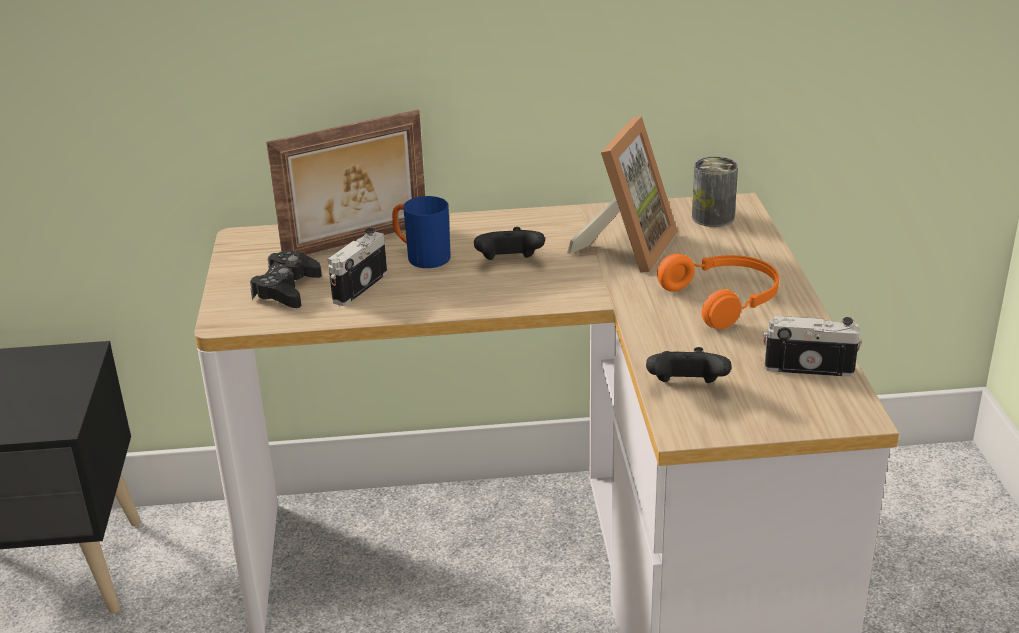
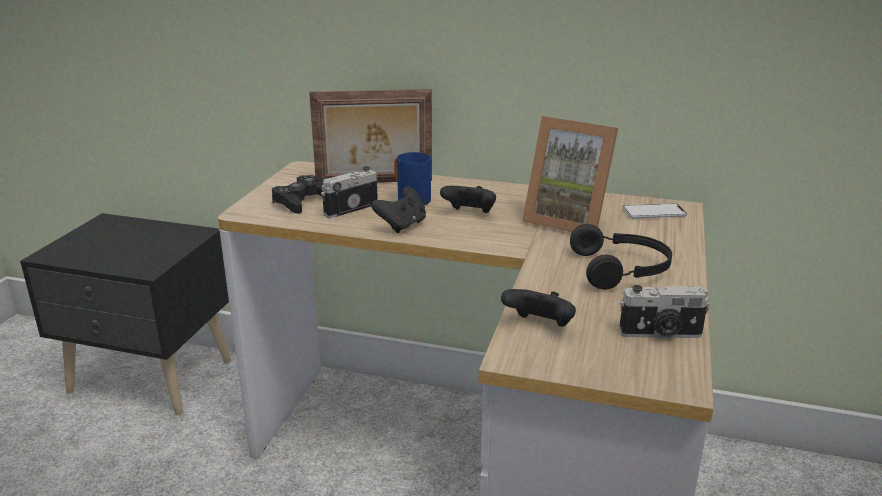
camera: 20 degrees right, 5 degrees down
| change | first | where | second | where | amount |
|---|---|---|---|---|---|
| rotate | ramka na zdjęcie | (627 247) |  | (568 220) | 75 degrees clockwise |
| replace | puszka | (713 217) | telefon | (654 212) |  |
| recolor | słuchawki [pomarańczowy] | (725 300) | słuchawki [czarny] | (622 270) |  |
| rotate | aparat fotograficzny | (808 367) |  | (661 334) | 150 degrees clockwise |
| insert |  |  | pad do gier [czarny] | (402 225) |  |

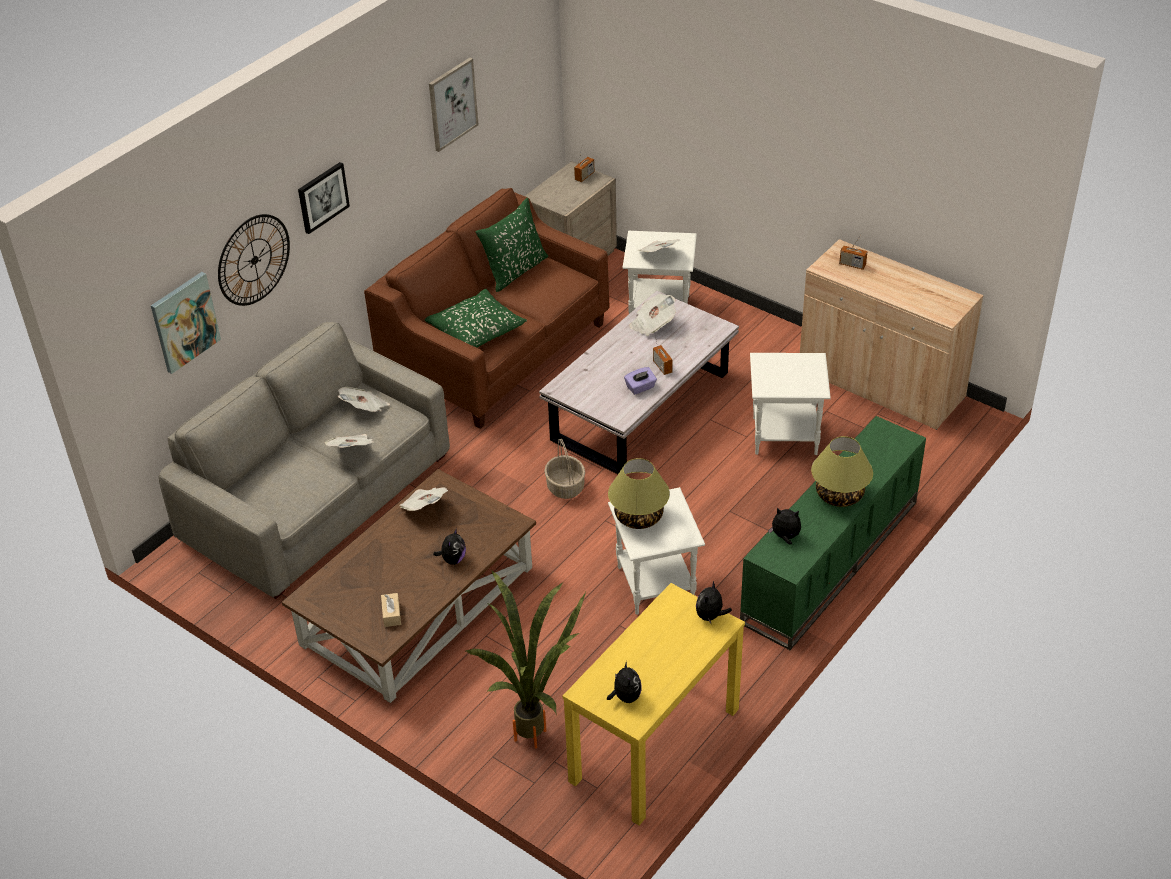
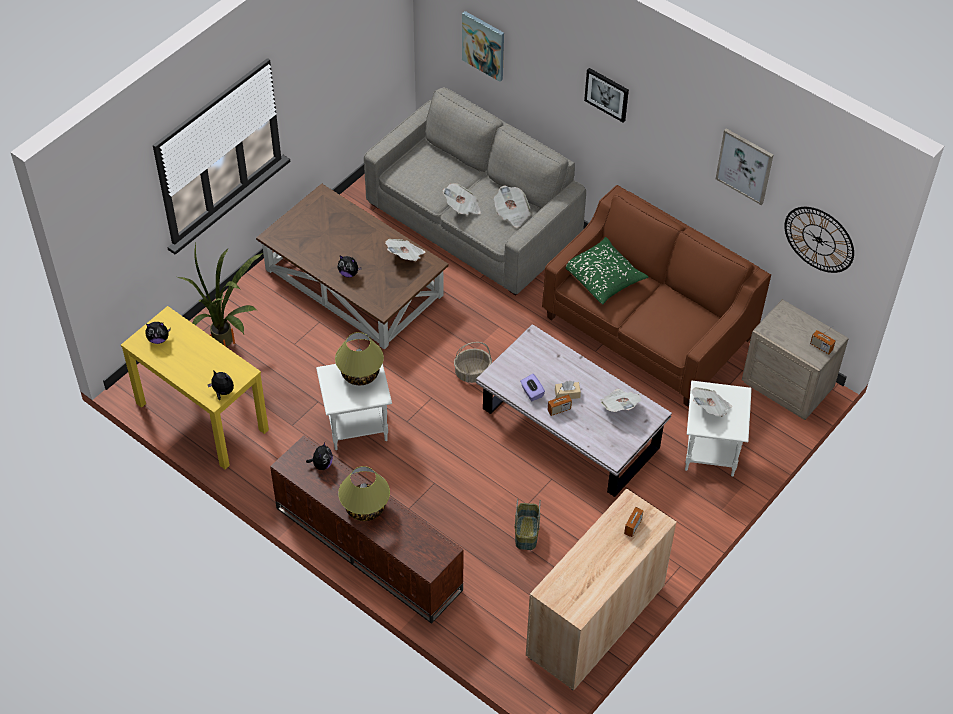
camera: 90 degrees right, 10 degrees up
| change | first | where | second | where | amount |
|---|---|---|---|---|---|
| delete | poduszka [zielony] | (514 271) |  |  |  |
| move | zegar ścienny | (254 260) |  | (819 239) |  |
| replace | stolik [biały] | (783 436) | koszyk | (526 532) |  |
| recolor | szafka pod telewizor [zielony] | (831 562) | szafka pod telewizor [brązowy] | (366 548) |  |
| move | pudełko chusteczek [beżowy] | (391 614) |  | (567 394) |  |

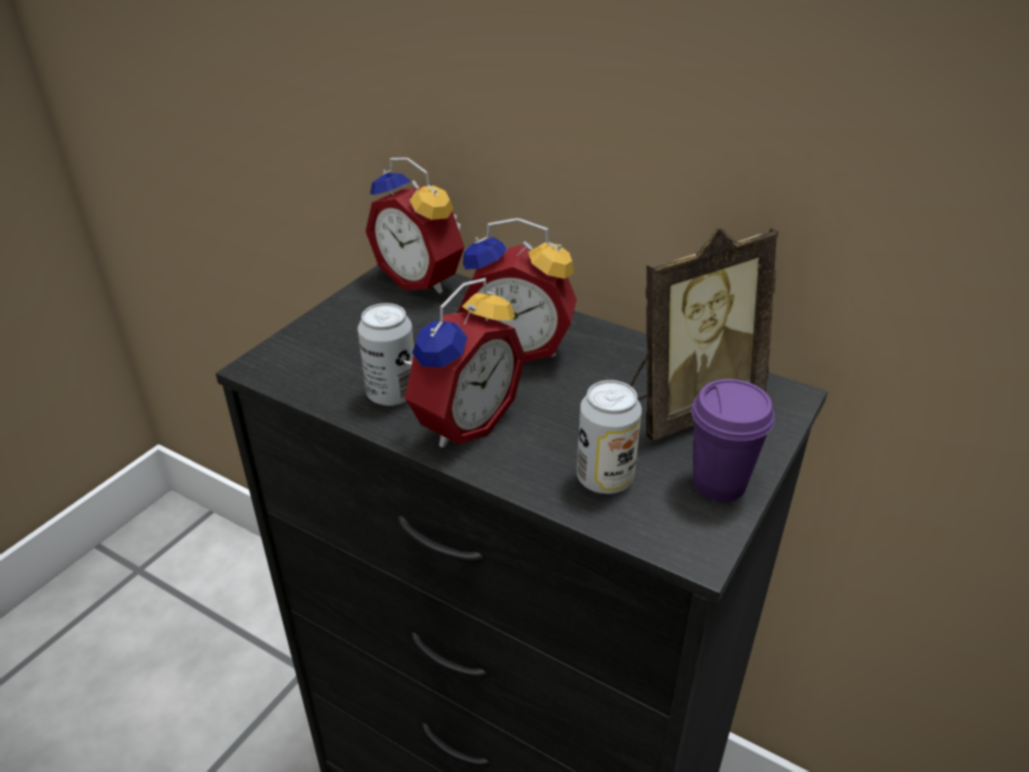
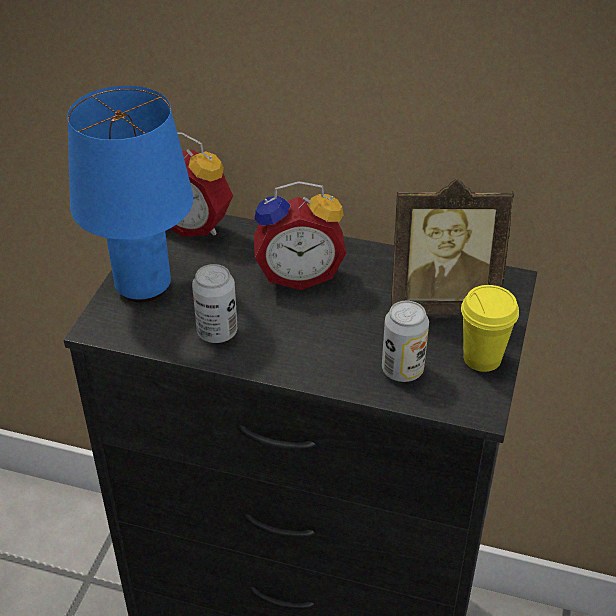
camera: 15 degrees left, 5 degrees up
| change | first | where | second | where | amount |
|---|---|---|---|---|---|
| rotate | ramka na zdjęcie | (687 406) |  | (442 302) | 45 degrees clockwise |
| delete | budzik | (461 422) |  |  |  |
| recolor | filiżanka [fioletowy] | (719 484) | filiżanka [żółty] | (482 358) |  |
| insert |  |  | lampa stołowa [niebieski] | (145 286) |  |

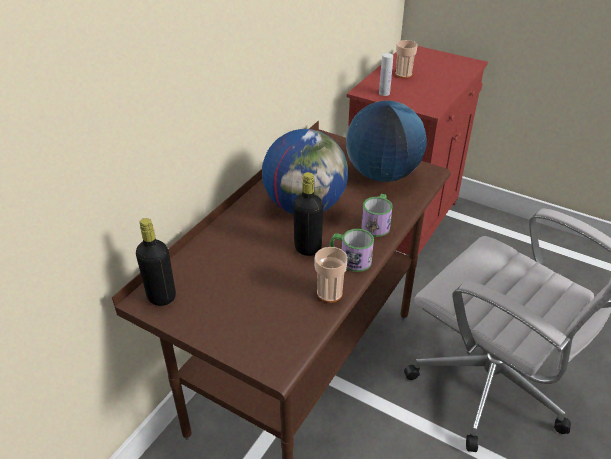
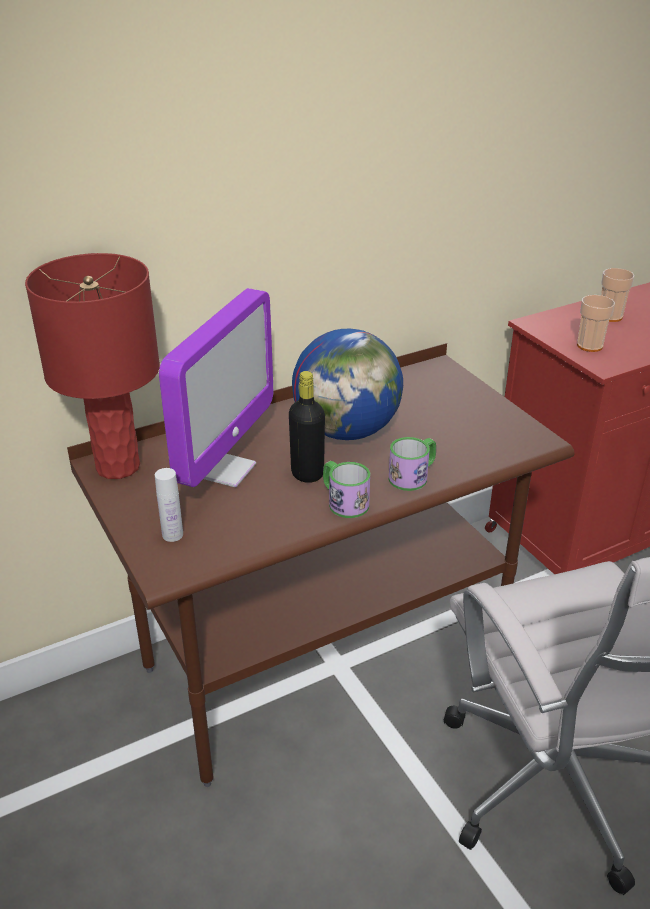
camera: 30 degrees right, 5 degrees down
| change | first | where | second | where | amount |
|---|---|---|---|---|---|
| move | butelka [biały] | (384 93) |  | (172 535) |  |
| delete | globus | (382 174) |  |  |  |
| replace | butelka [czarny] | (161 297) | lampa stołowa [czerwony] | (117 467) |  |
| move | filiżanka | (329 293) |  | (589 346) |  |
| insert |  |  | monitor | (224 470) |  |

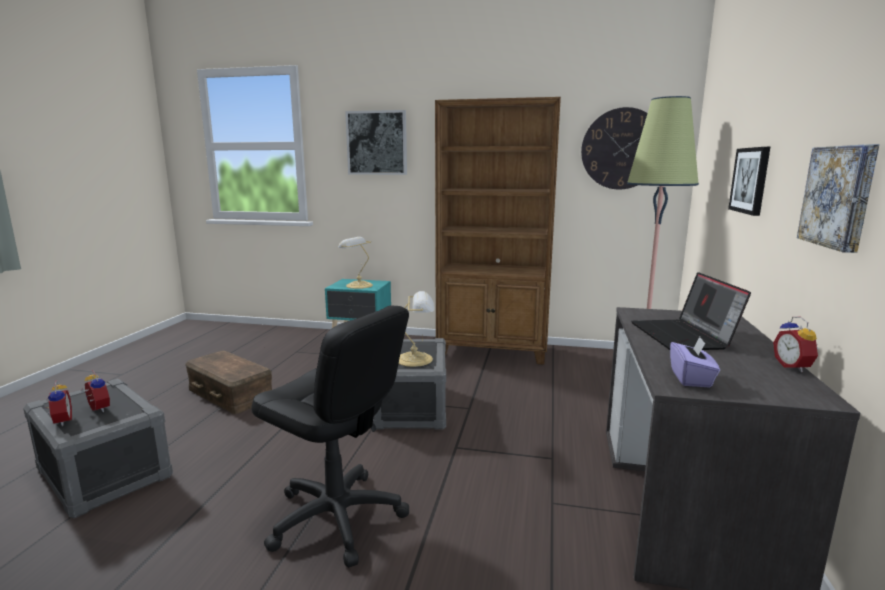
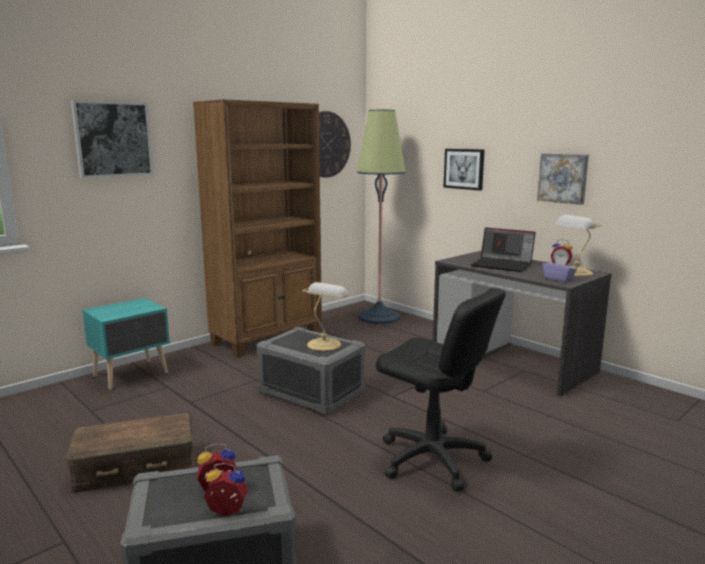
camera: 55 degrees left, 0 degrees up
| change | first | where | second | where | amount |
|---|---|---|---|---|---|
| move | lampa stołowa | (358 285) |  | (574 272) |  |
| rotate | krzesło biurowe [czarny] | (336 518) |  | (432 459) | 60 degrees clockwise |

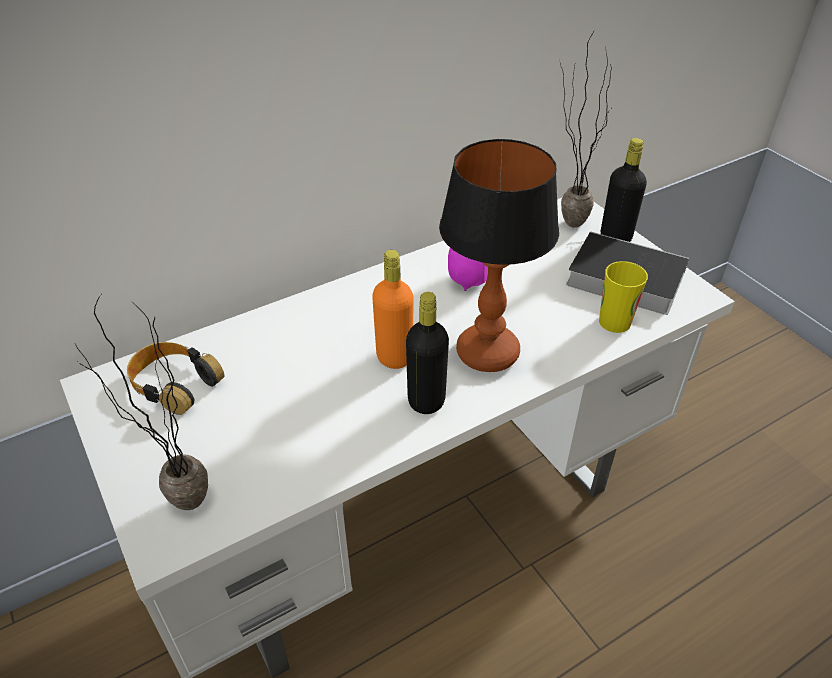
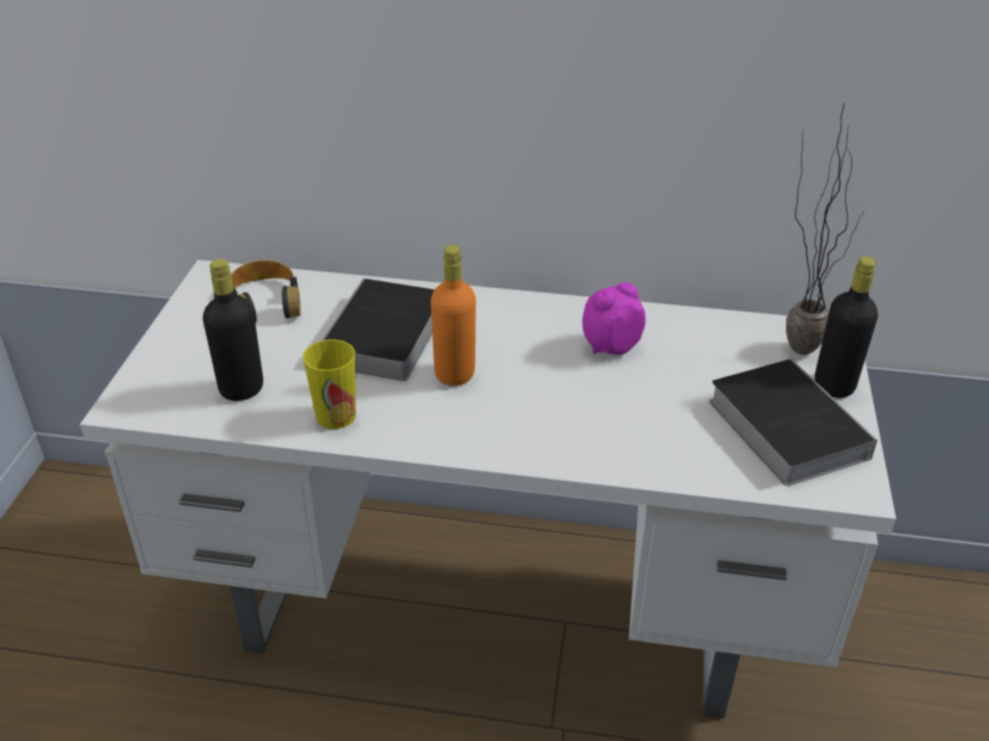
camera: 40 degrees right, 5 degrees down
| change | first | where | second | where | amount |
|---|---|---|---|---|---|
| delete | lampa stołowa | (486 352) |  |  |  |
| move | filiżanka | (614 322) |  | (336 416) |  |
| move | butelka [czarny] | (426 400) |  | (241 389) |  |
| delete | roślina doniczkowa | (177 509) |  |  |  |
| insert |  |  | książka | (383 339) |  |

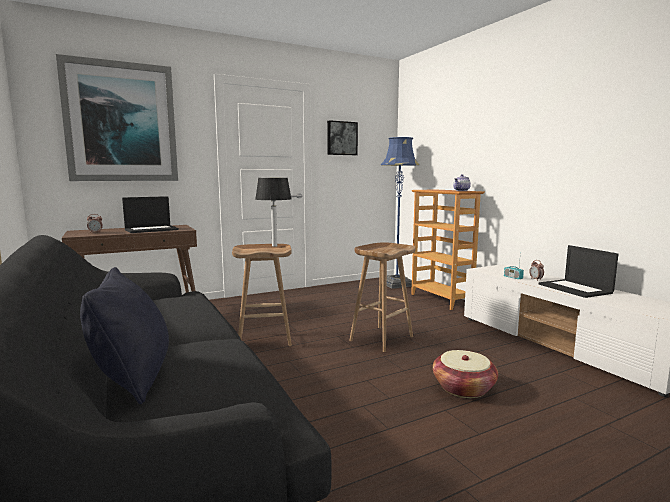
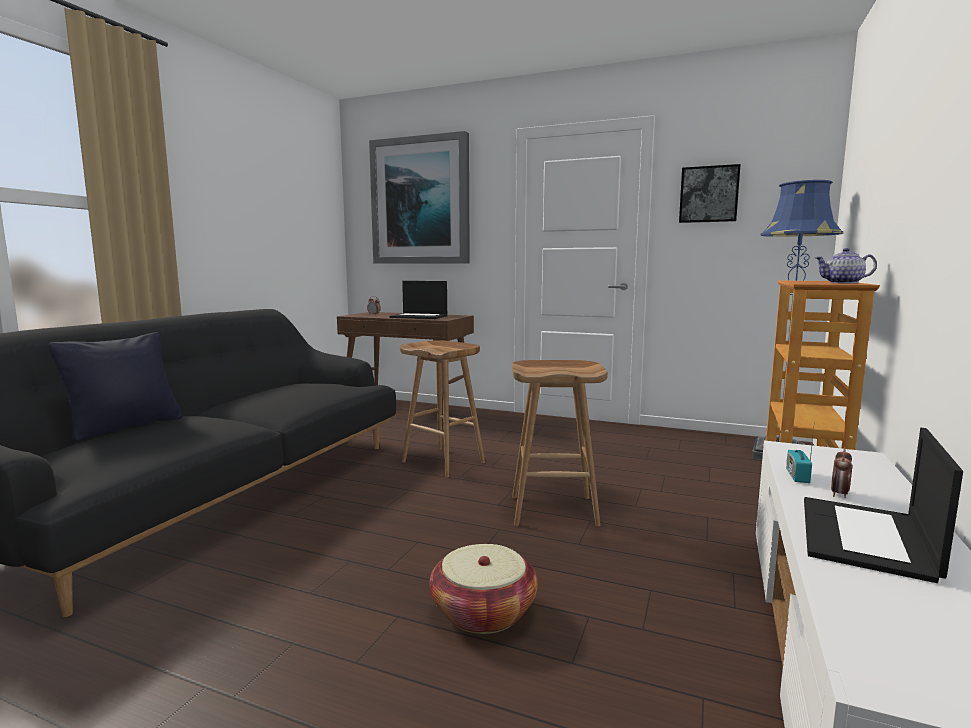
camera: 50 degrees right, 0 degrees up
| change | first | where | second | where | amount |
|---|---|---|---|---|---|
| delete | lampa stołowa | (274 246) |  |  |  |

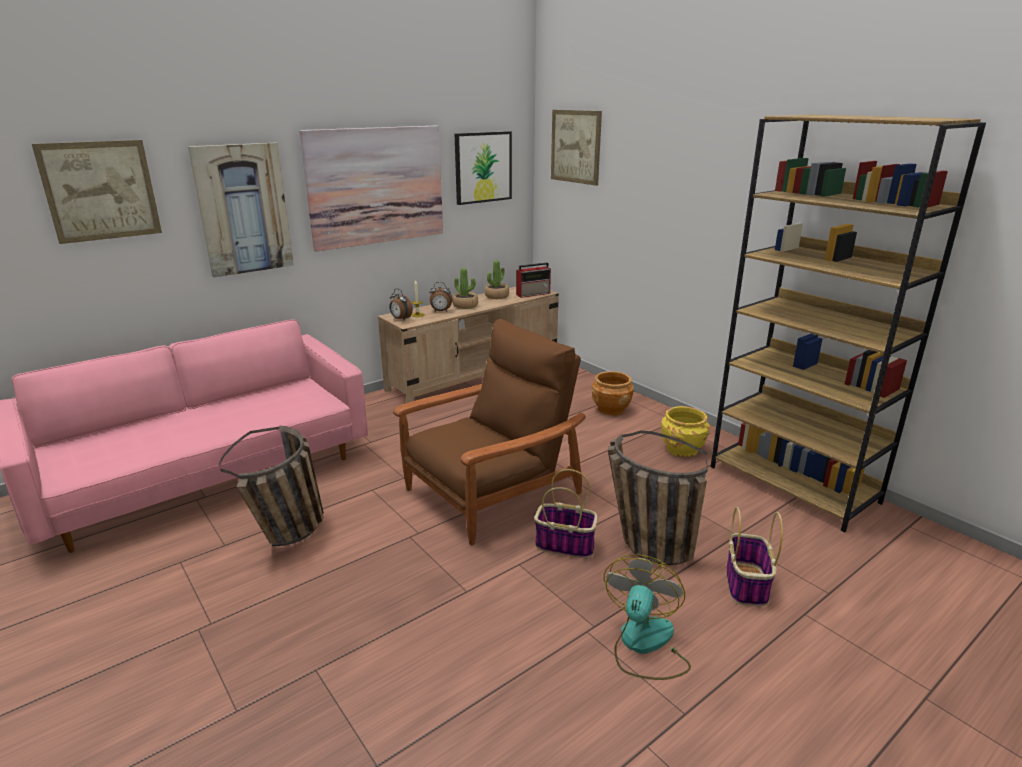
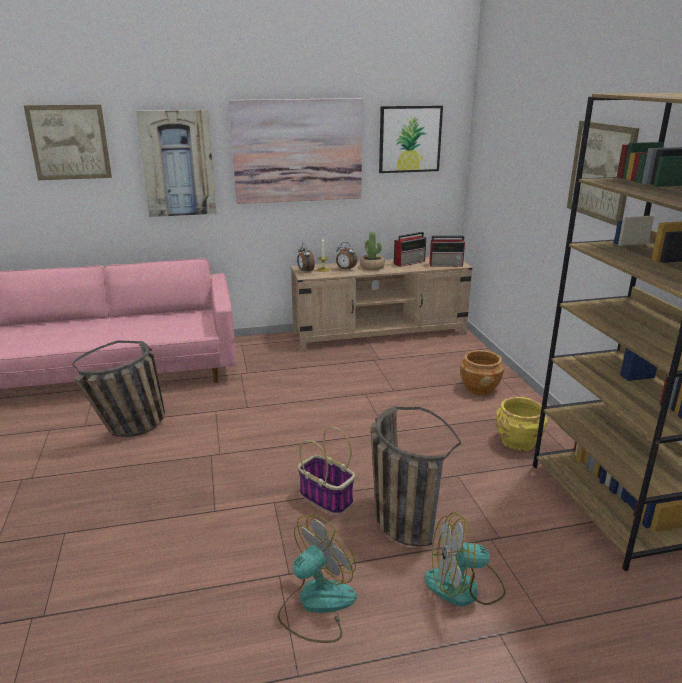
camera: 25 degrees right, 0 degrees up
| change | first | where | second | where | amount |
|---|---|---|---|---|---|
| move | obraz | (575 146) |  | (601 171) |  |
| replace | roślina doniczkowa | (496 296) | radio | (410 262) |  |
| delete | fotel [brązowy] | (491 492) |  |  |  |
| replace | koszyk | (747 585) | wentylator | (464 587) |  |

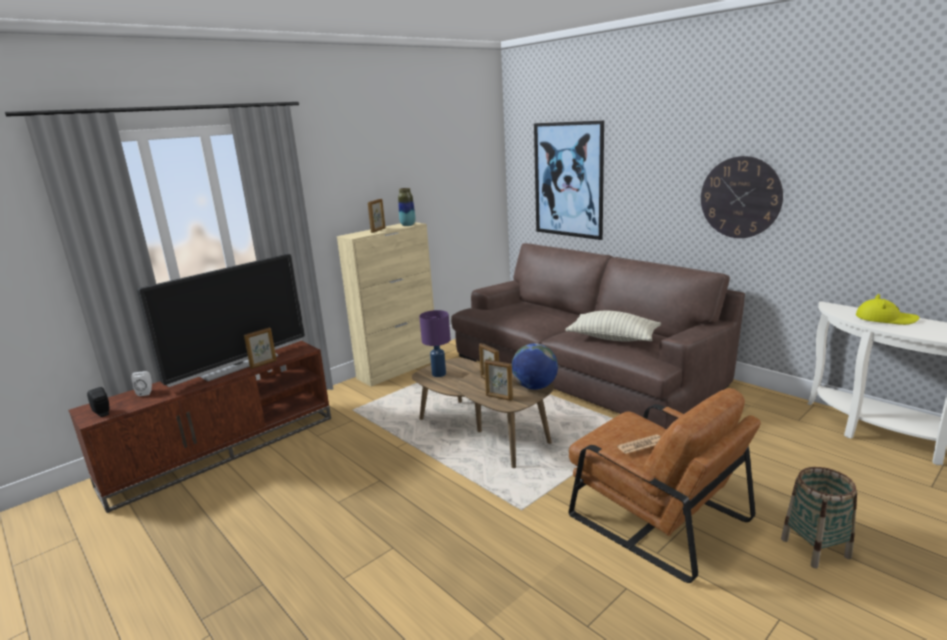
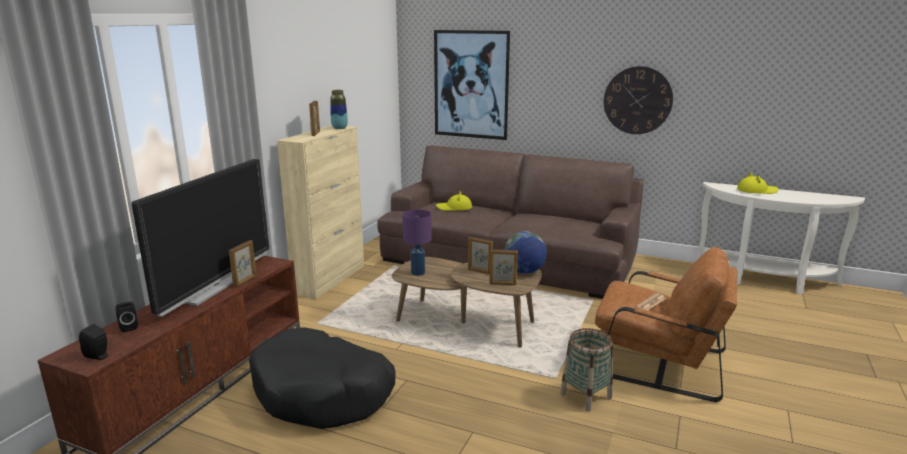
camera: 25 degrees left, 0 degrees up
| change | first | where | second | where | amount |
|---|---|---|---|---|---|
| delete | poduszka | (613 338) |  |  |  |
| recolor | głośnik [biały] | (146 392) | głośnik [czarny] | (128 327) |  |
| move | koszyk | (815 548) |  | (586 396) |  |
| insert |  |  | kapelusz [żółty] | (454 208) |  |
| insert |  |  | legowisko [czarny] | (323 393) |  |

